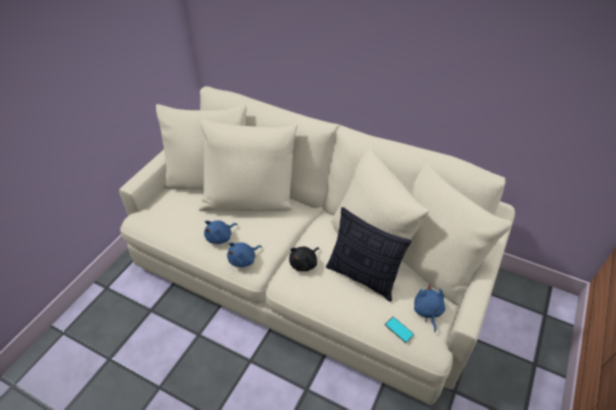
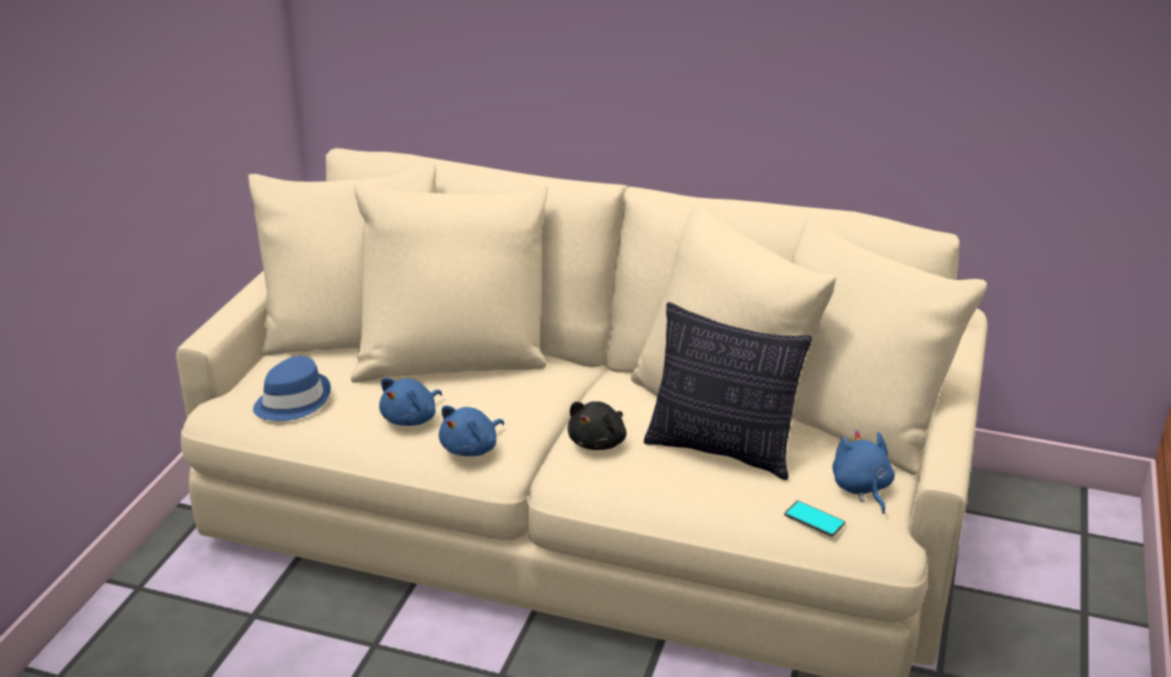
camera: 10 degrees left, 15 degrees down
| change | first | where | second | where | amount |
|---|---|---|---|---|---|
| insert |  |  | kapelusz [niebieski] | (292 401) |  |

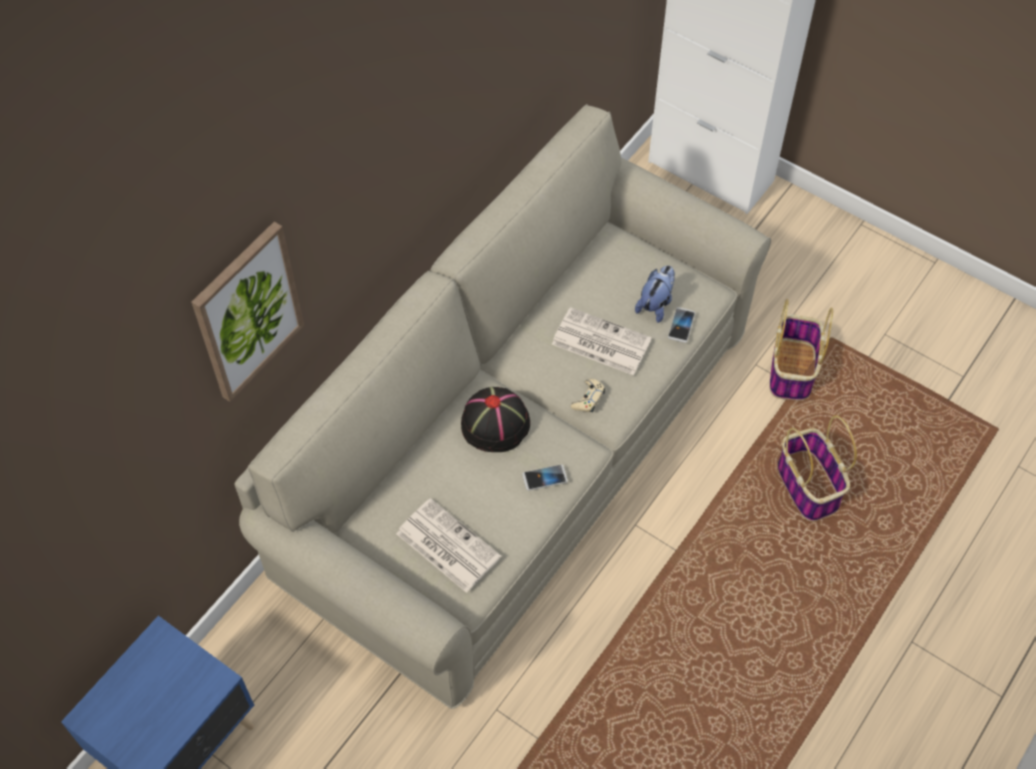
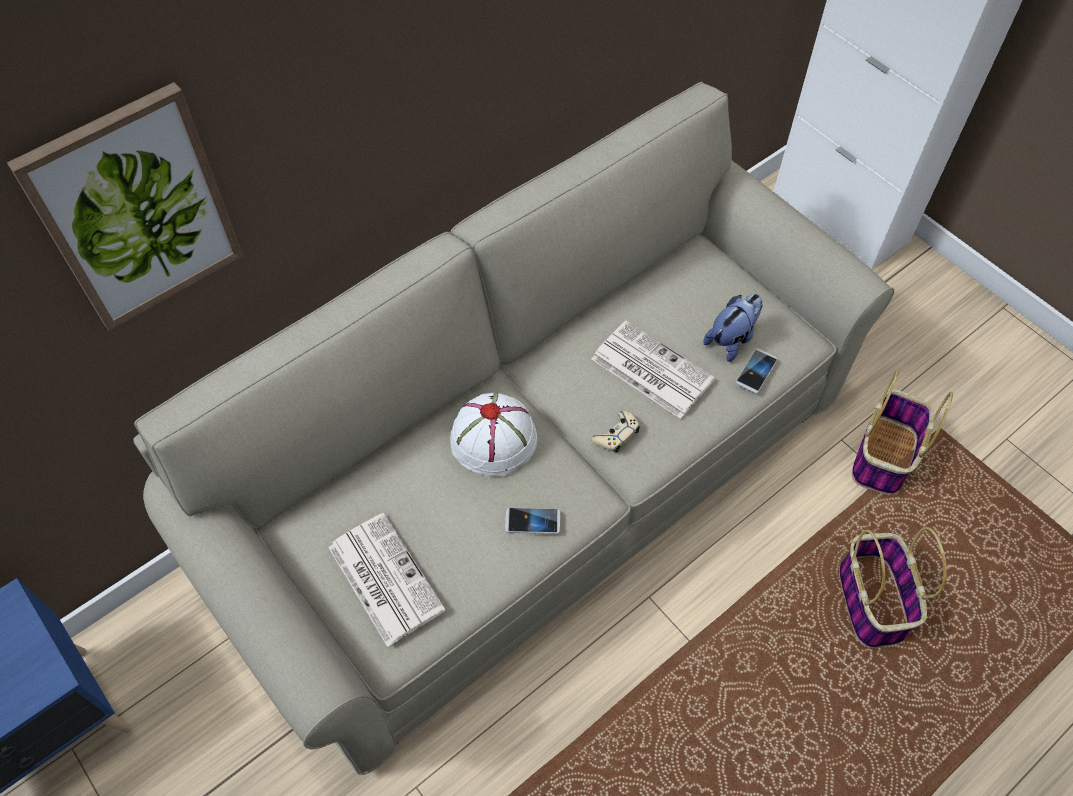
camera: 15 degrees right, 0 degrees up
| change | first | where | second | where | amount |
|---|---|---|---|---|---|
| recolor | kapelusz [czarny] | (495 423) | kapelusz [biały] | (494 439) |  |

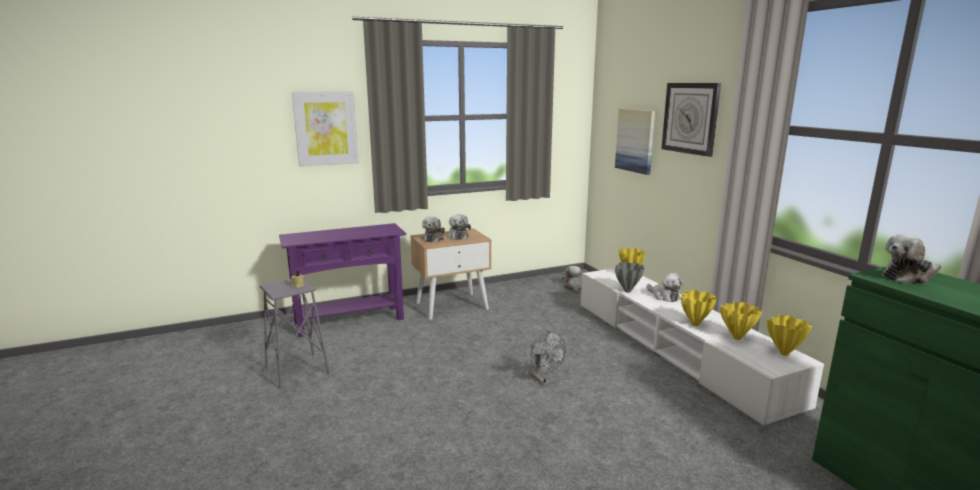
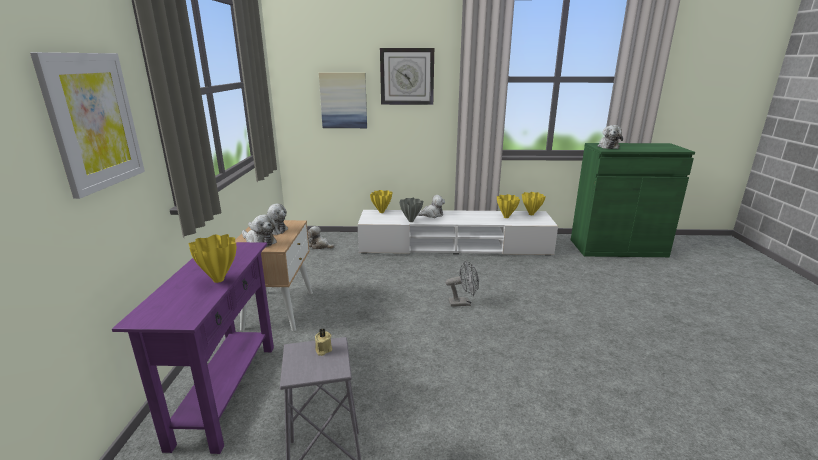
camera: 65 degrees left, 5 degrees up
| change | first | where | second | where | amount |
|---|---|---|---|---|---|
| move | wazon [żółty] | (695 324) |  | (219 279) |  |

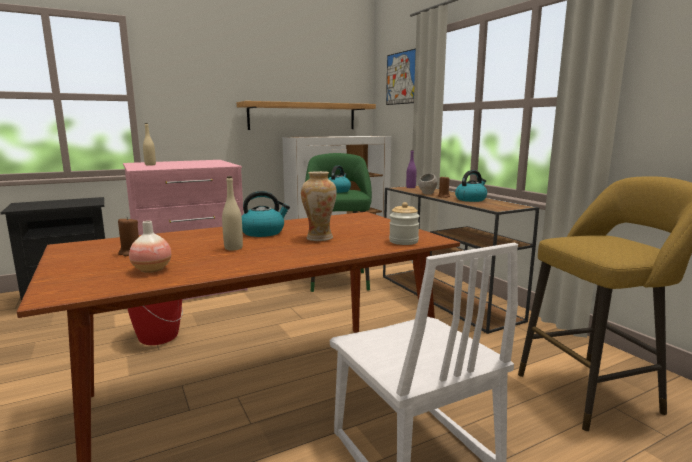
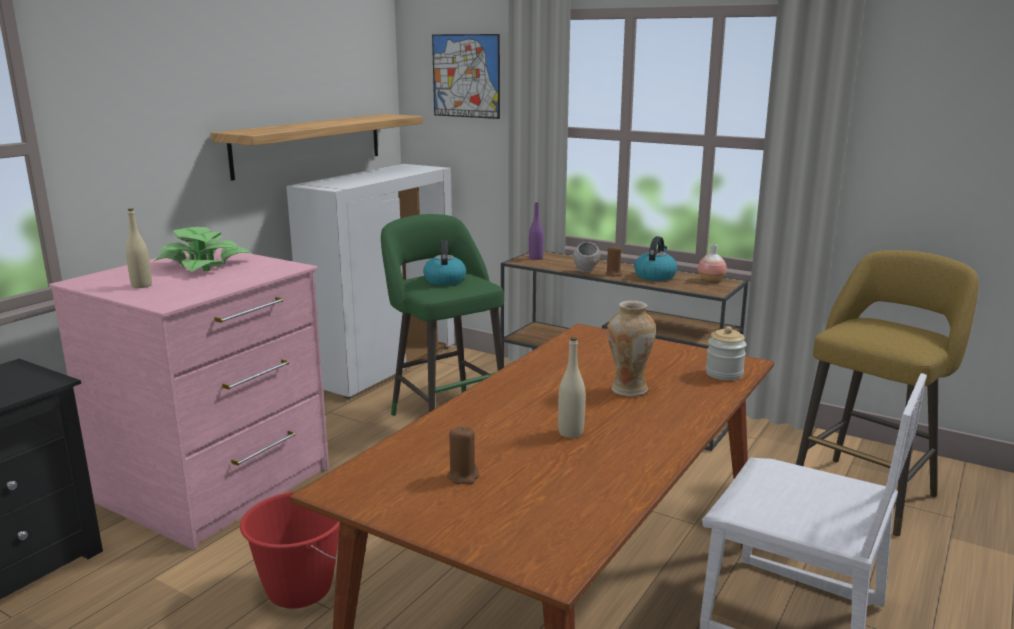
camera: 30 degrees left, 5 degrees up
| change | first | where | second | where | amount |
|---|---|---|---|---|---|
| delete | czajnik | (263 232) |  |  |  |
| move | wazon | (152 270) |  | (711 280) |  |
| insert |  |  | roślina doniczkowa | (204 264) |  |

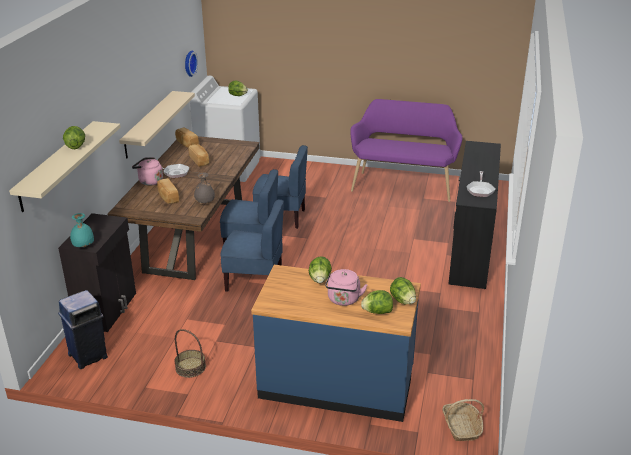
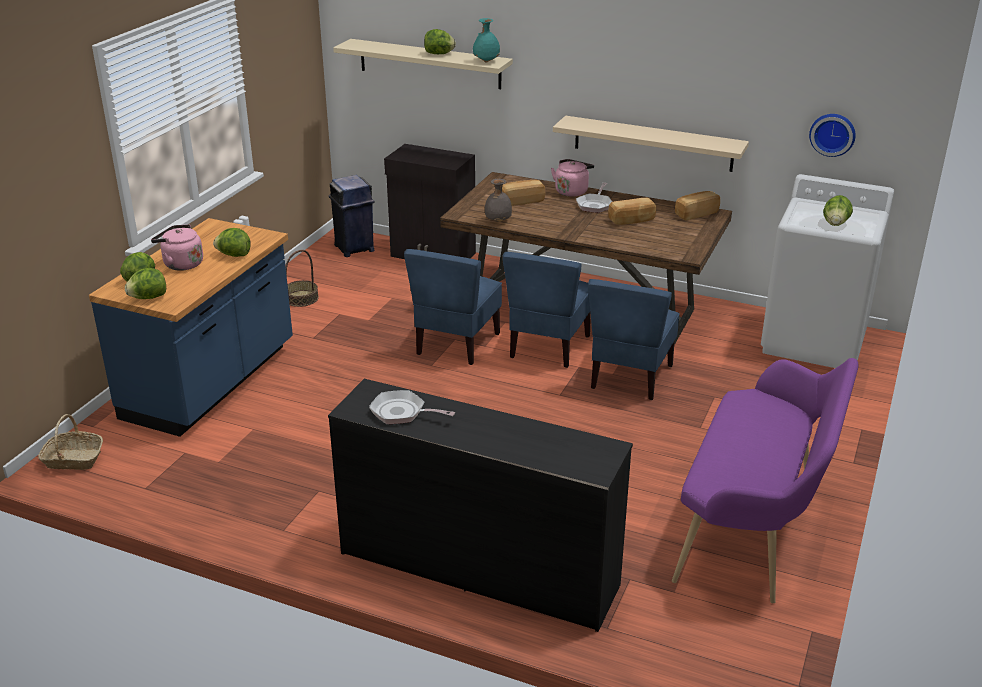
camera: 100 degrees right, 0 degrees up
| change | first | where | second | where | amount |
|---|---|---|---|---|---|
| move | wazon [turkusowy] | (83 246) |  | (486 61) |  |

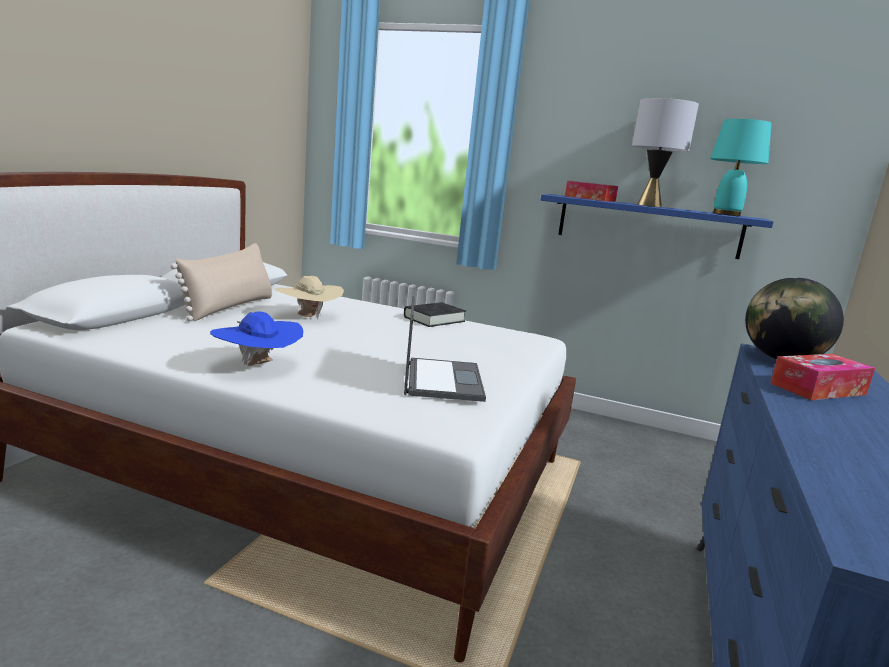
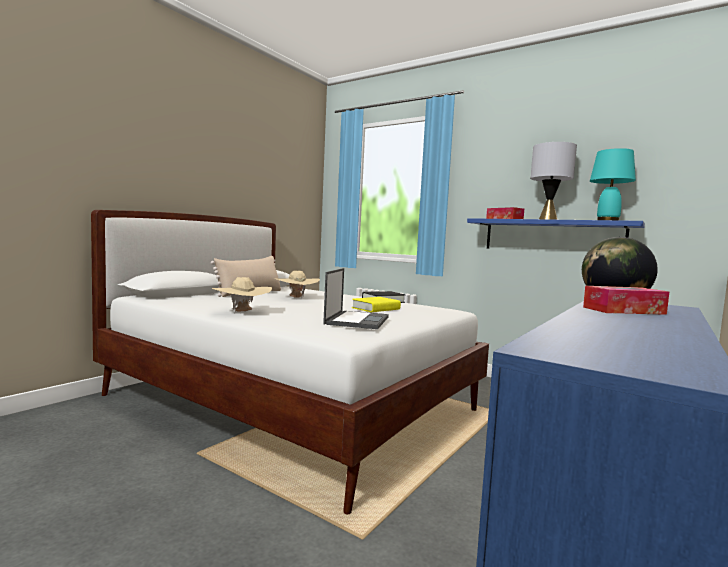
camera: 15 degrees right, 10 degrees down
| change | first | where | second | where | amount |
|---|---|---|---|---|---|
| recolor | kapelusz [niebieski] | (257 367) | kapelusz [beżowy] | (242 312) |  |
| insert |  |  | książka [żółty] | (376 308) |  |

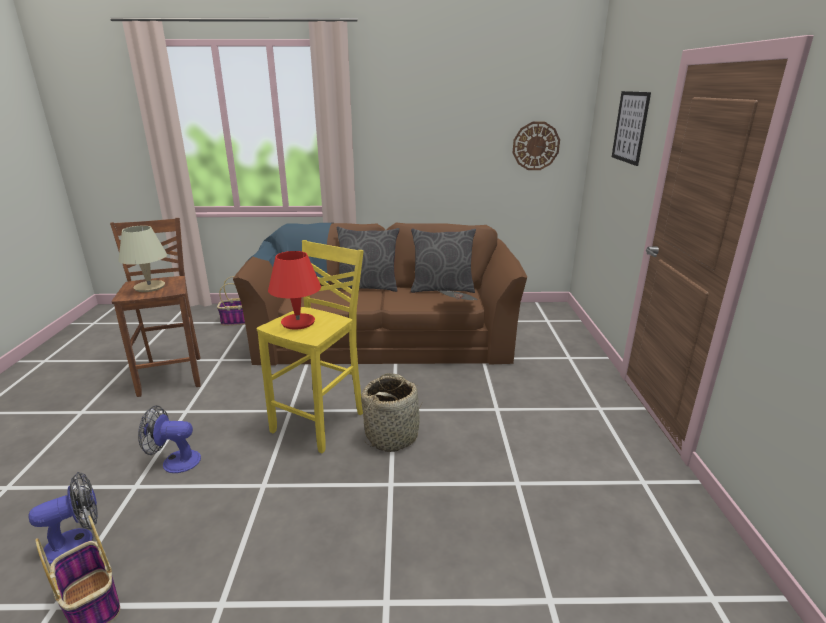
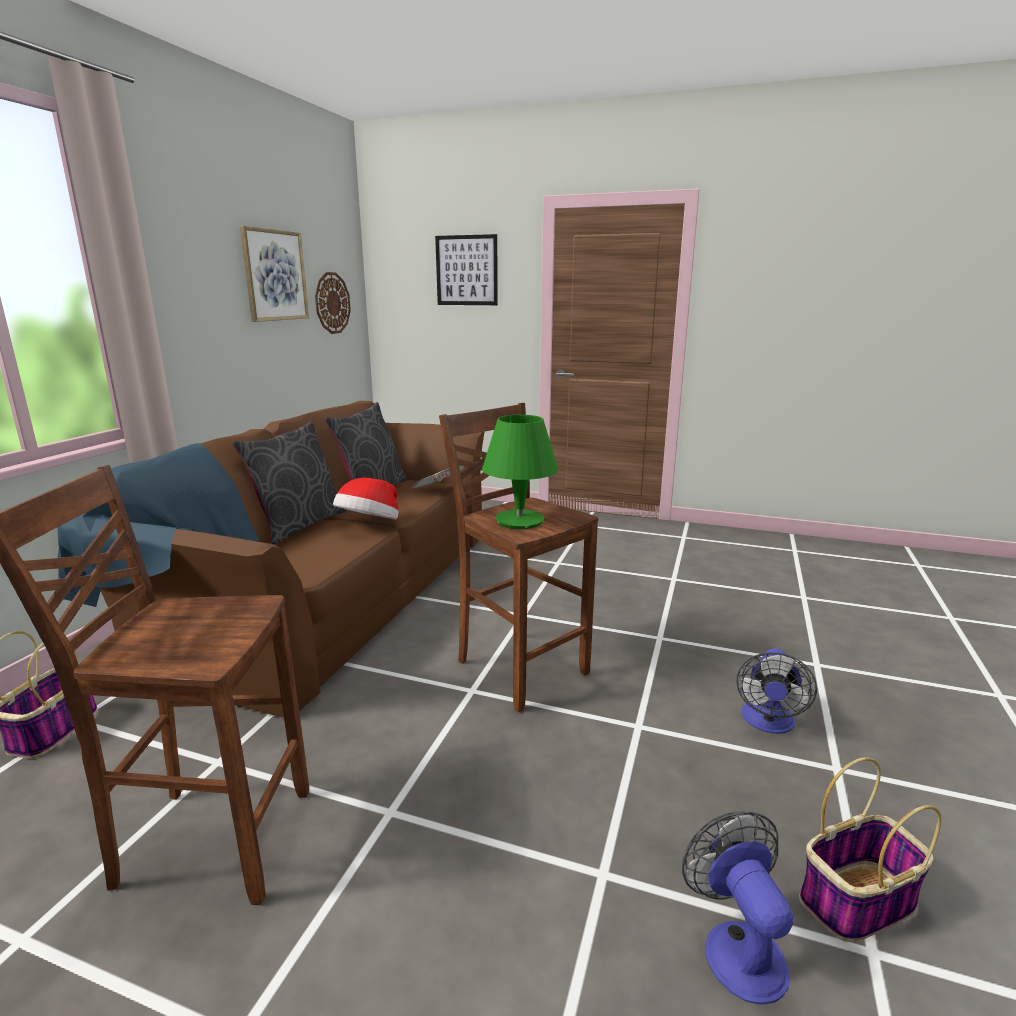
camera: 70 degrees left, 5 degrees down
| change | first | where | second | where | amount |
|---|---|---|---|---|---|
| delete | lampa stołowa [beżowy] | (150 287) |  |  |  |
| recolor | stołek [żółty] | (321 422) | stołek [brązowy] | (519 667) |  |
| recolor | lampa stołowa [czerwony] | (297 322) | lampa stołowa [zielony] | (520 521) |  |
| delete | koszyk | (392 436) |  |  |  |
| move | wentylator | (175 461) |  | (768 723) |  |
| insert |  |  | obraz | (275 275) |  |
| insert |  |  | kapelusz | (369 525) |  |

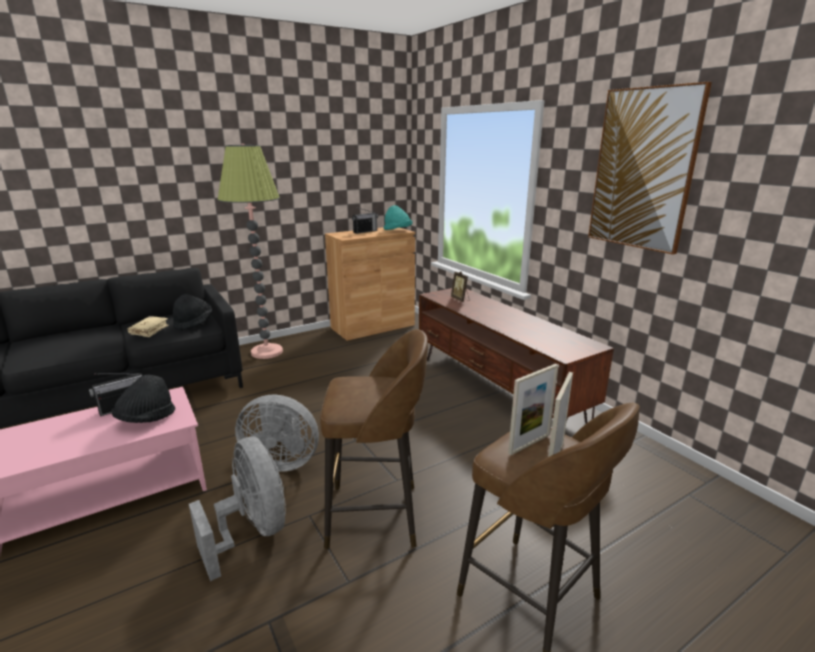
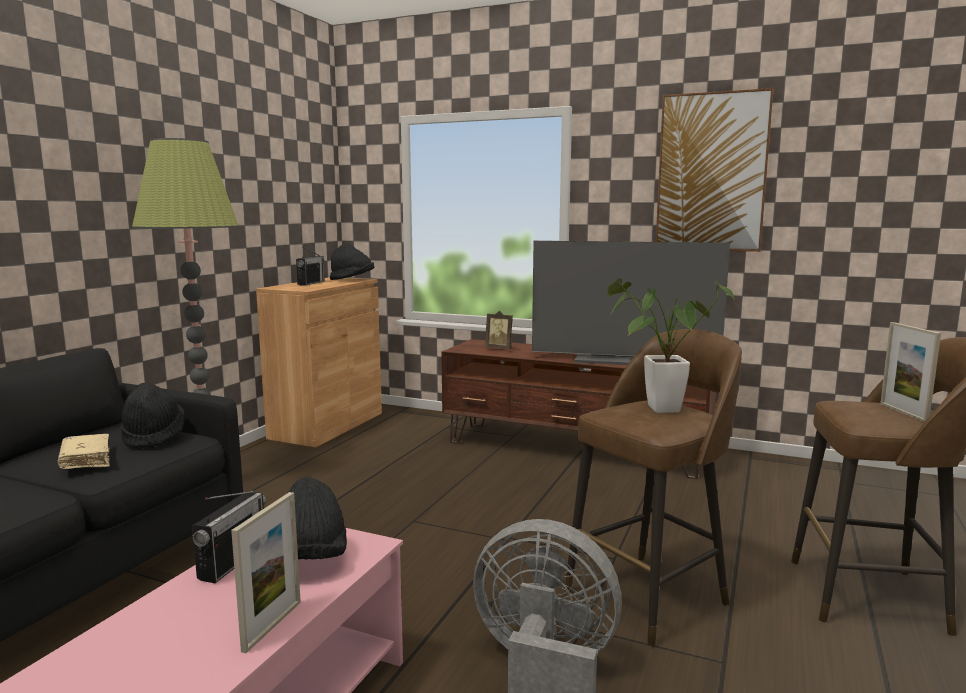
camera: 35 degrees left, 10 degrees down
| change | first | where | second | where | amount |
|---|---|---|---|---|---|
| recolor | kapelusz [turkusowy] | (397 231) | kapelusz [czarny] | (352 280) |  |
| move | ramka na zdjęcie | (529 444) |  | (272 625) |  |
| delete | wentylator [szary] | (282 461) |  |  |  |
| insert |  |  | telewizor | (622 360) |  |
| insert |  |  | roślina doniczkowa | (655 409) |  |

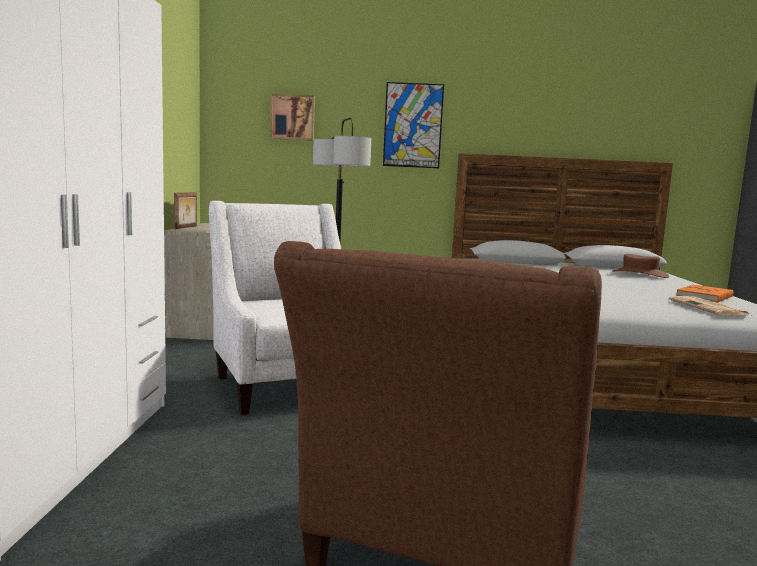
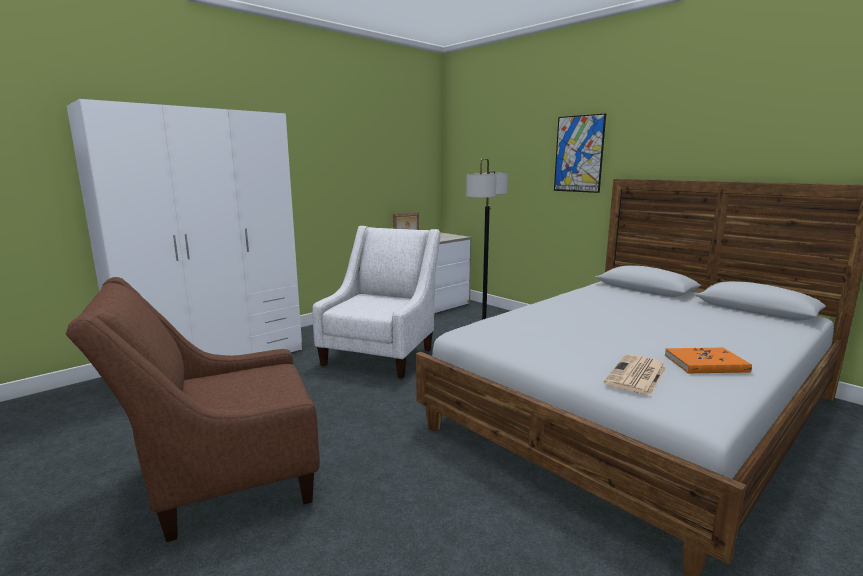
camera: 45 degrees right, 5 degrees up
| change | first | where | second | where | amount |
|---|---|---|---|---|---|
| delete | obraz | (292 117) |  |  |  |
| delete | kapelusz [brązowy] | (639 274) |  |  |  |

